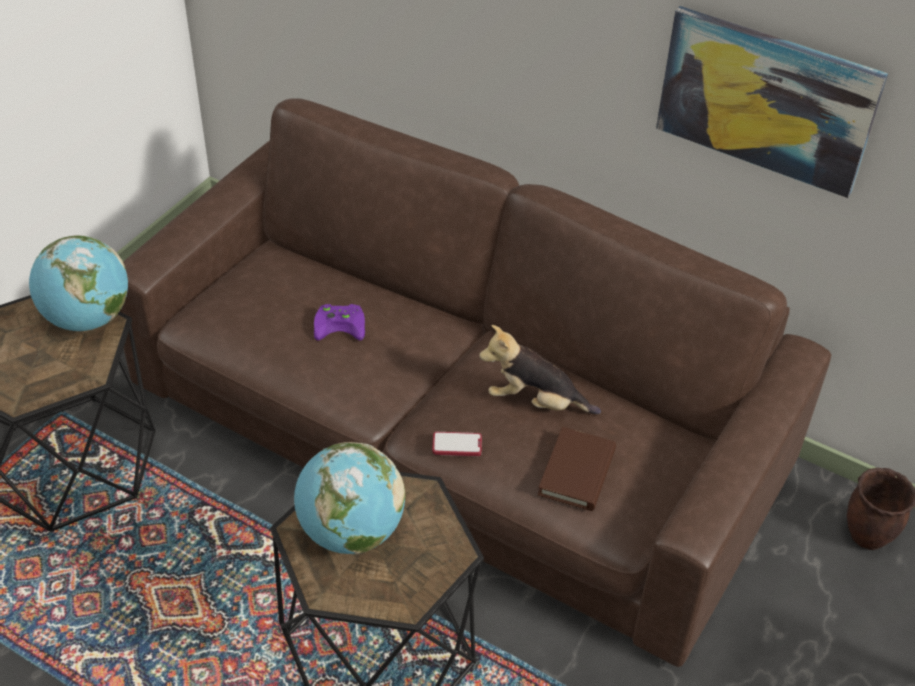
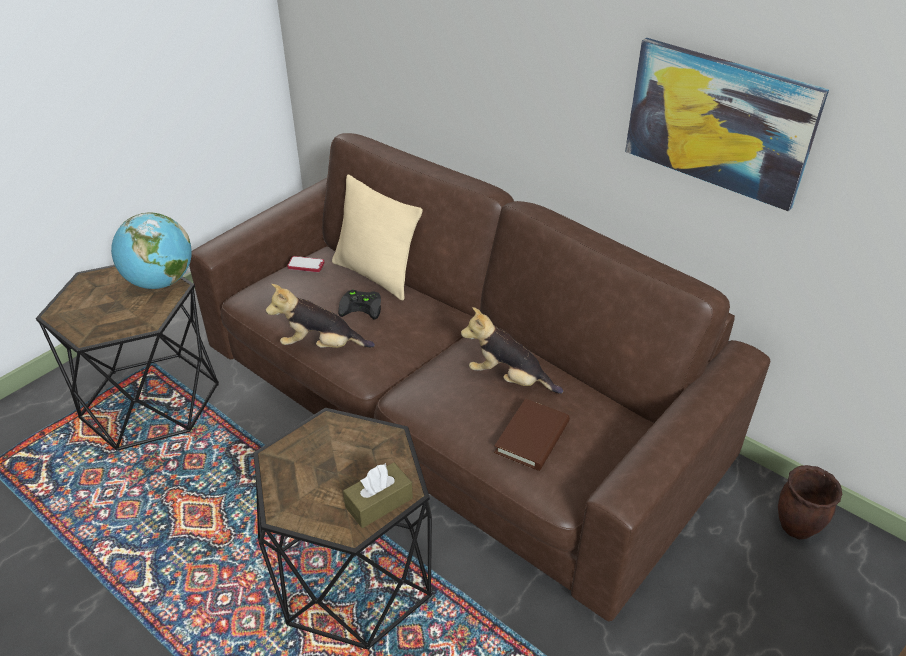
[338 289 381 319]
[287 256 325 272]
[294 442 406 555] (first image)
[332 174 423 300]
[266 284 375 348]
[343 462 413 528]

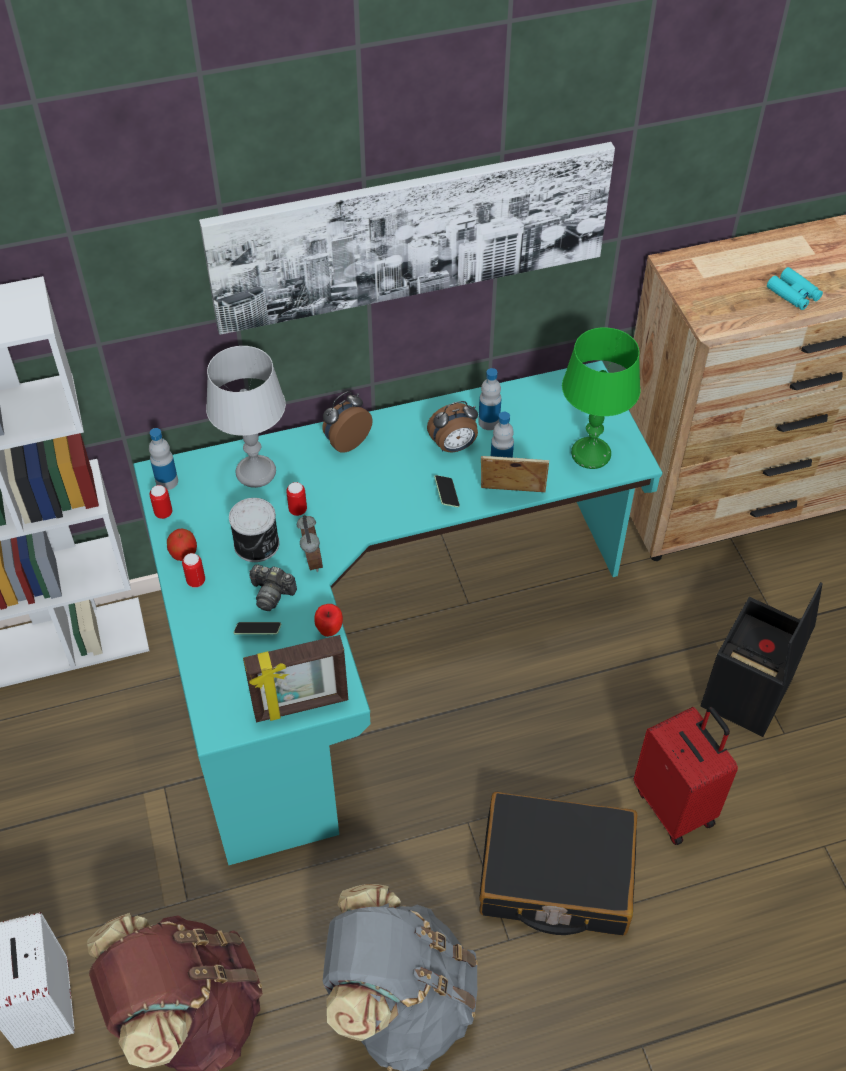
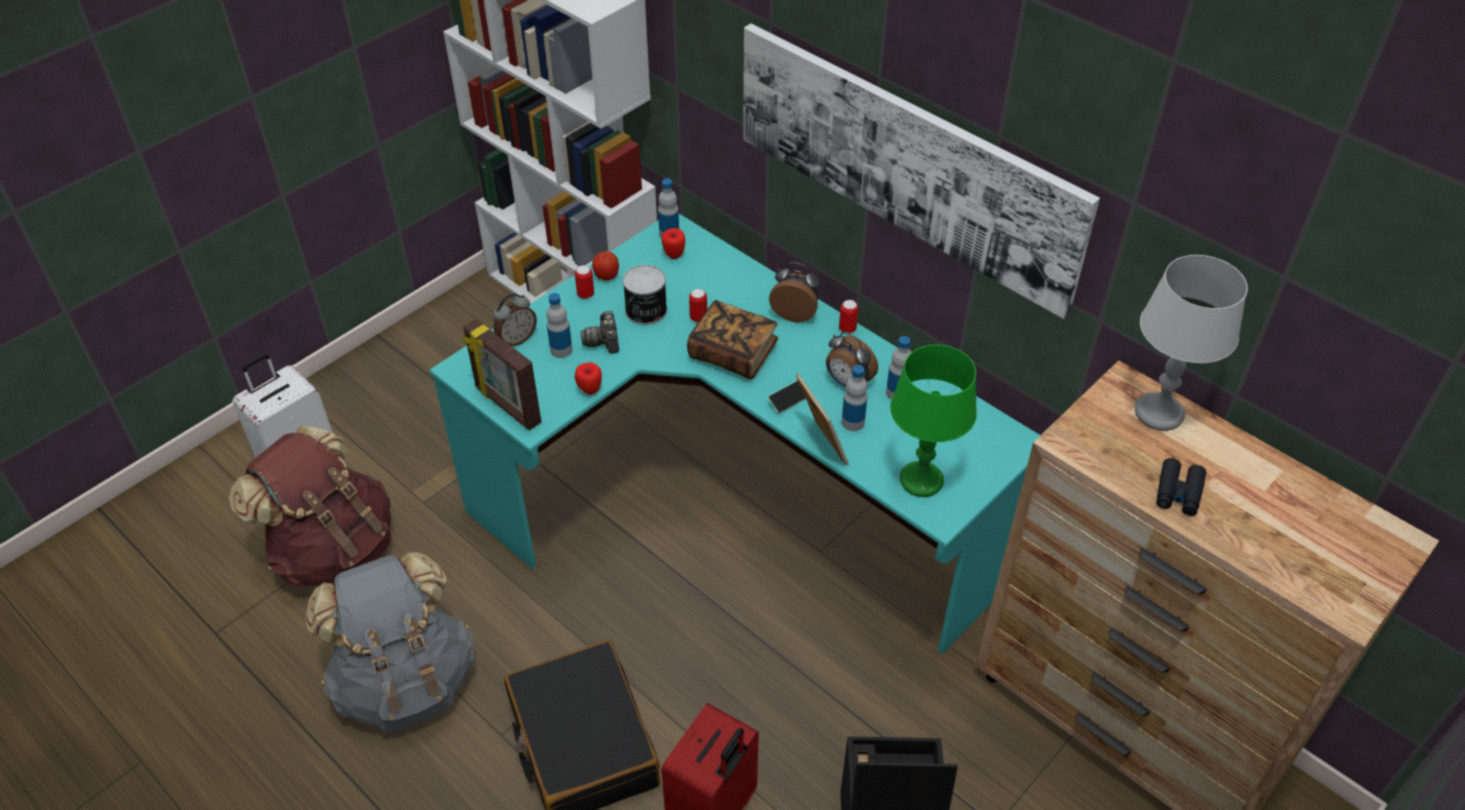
[1156 458 1206 516]
[1135 255 1248 431]
[839 300 859 333]
[493 293 537 346]
[546 293 572 358]
[662 228 685 259]
[687 300 778 380]

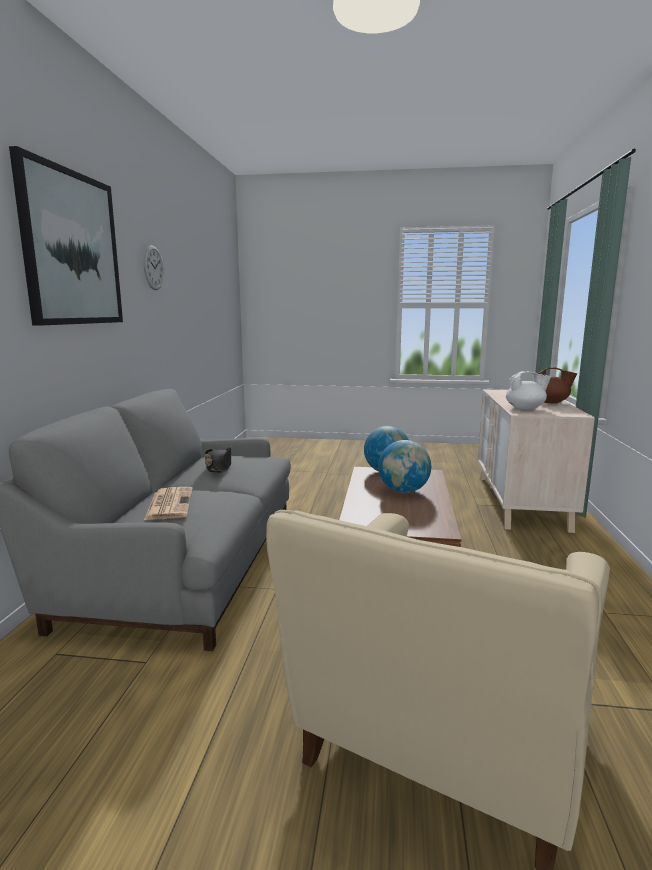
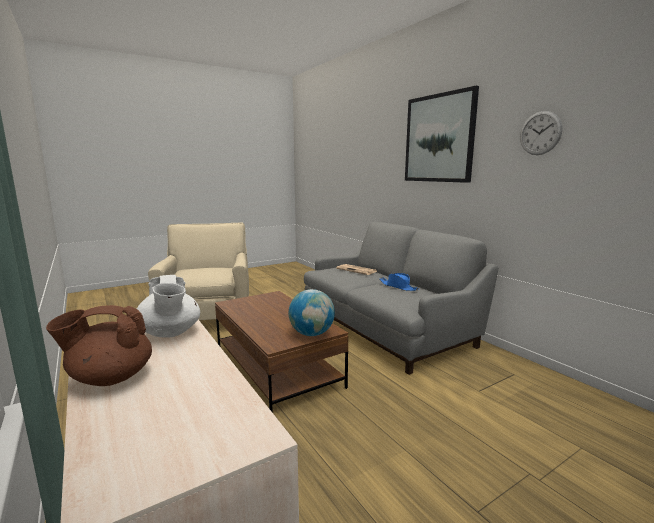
[137 275 200 338]
[378 440 431 493] (first image)
[380 273 419 291]

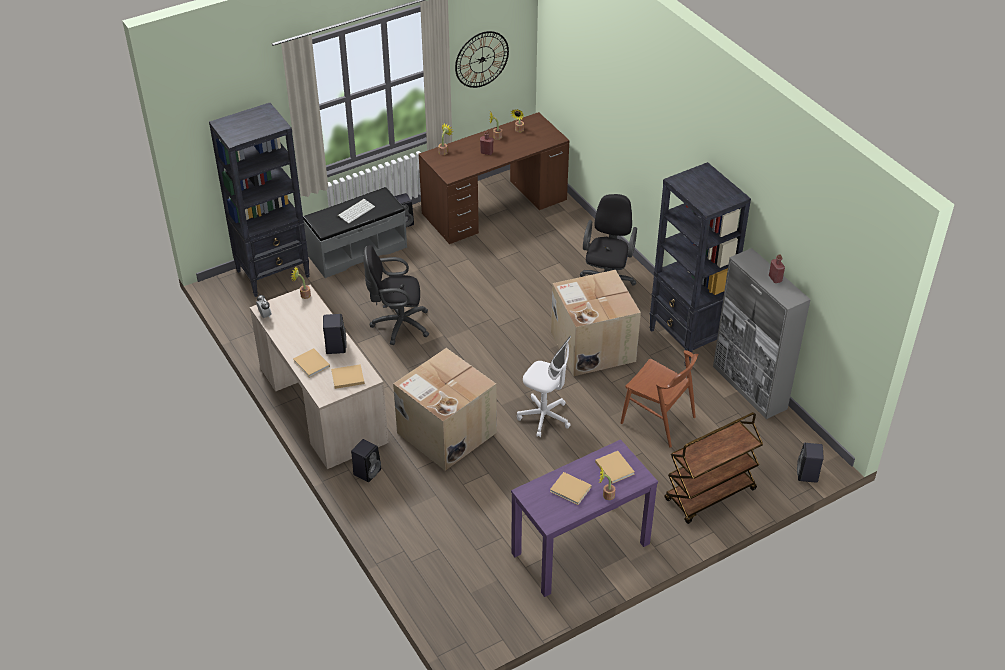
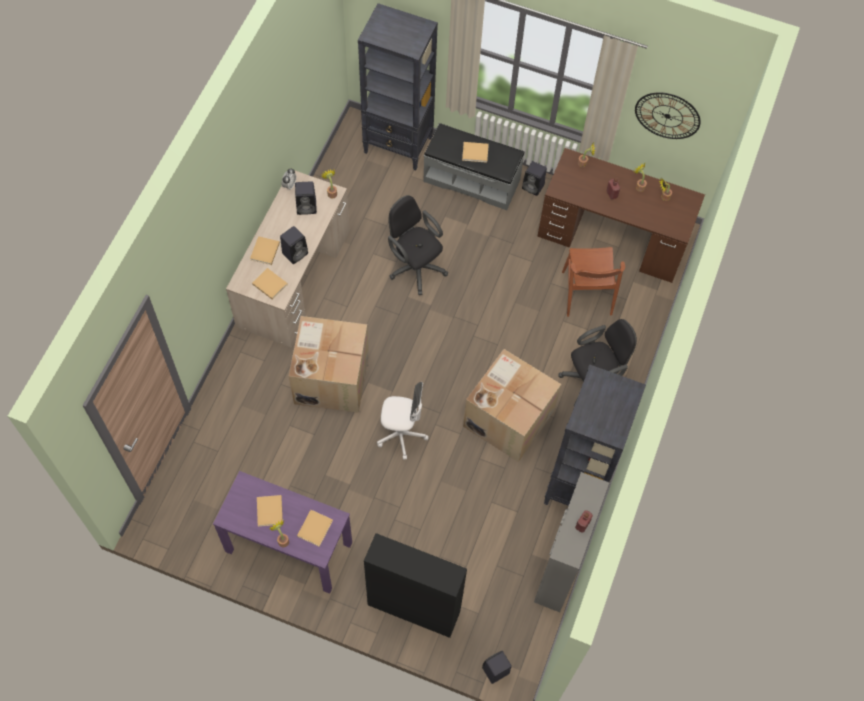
[462 142 489 163]
[377 382 429 460]
[562 247 625 317]
[364 533 467 638]
[295 181 317 215]

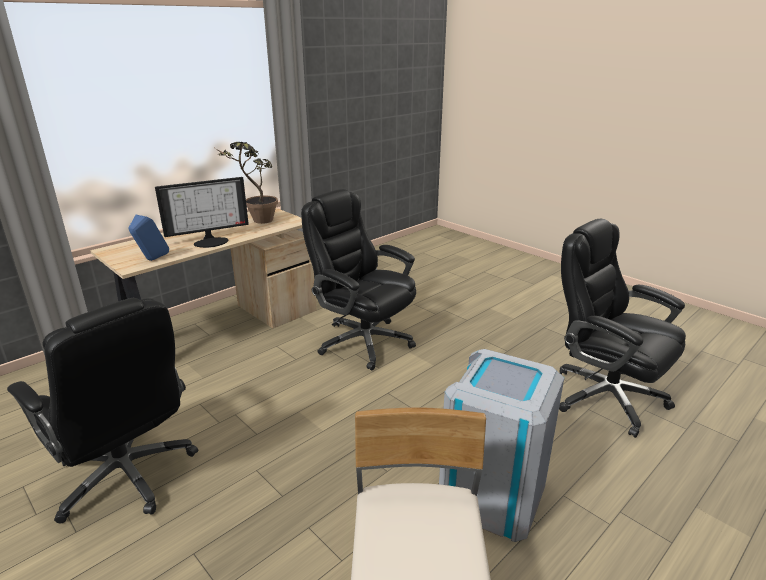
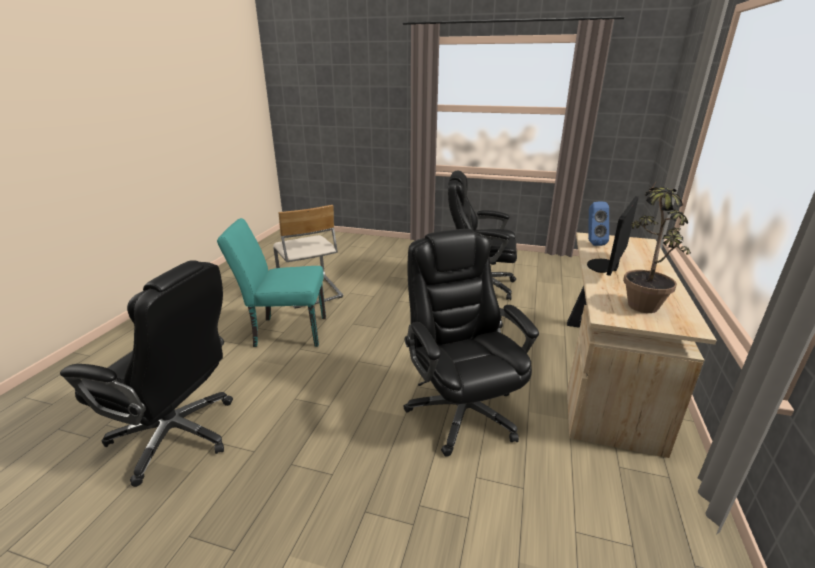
[404 229 539 456]
[217 218 326 347]

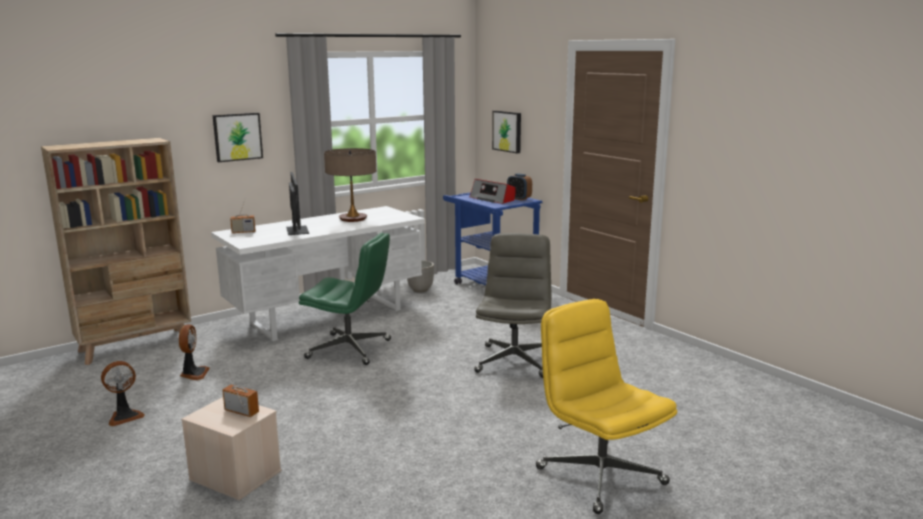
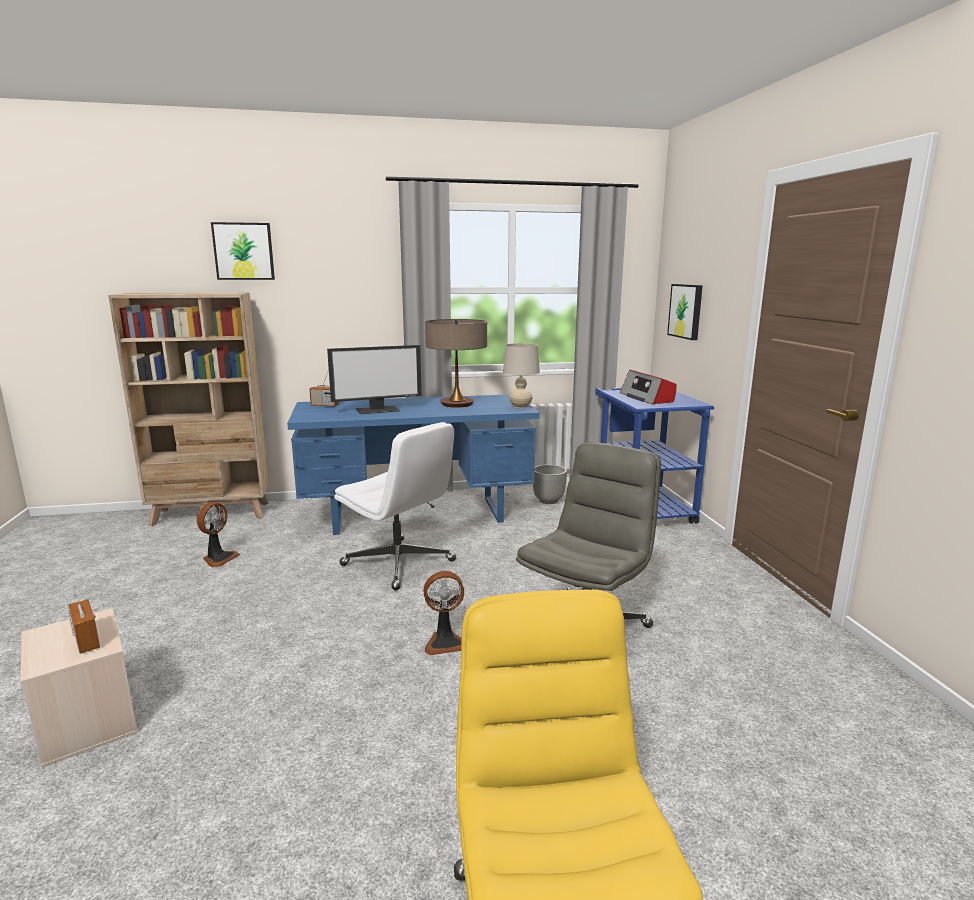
[211 222 275 280]
[327 345 422 414]
[507 173 532 200] (first image)
[287 394 540 535]
[334 422 456 590]
[423 571 464 655]
[503 343 540 408]

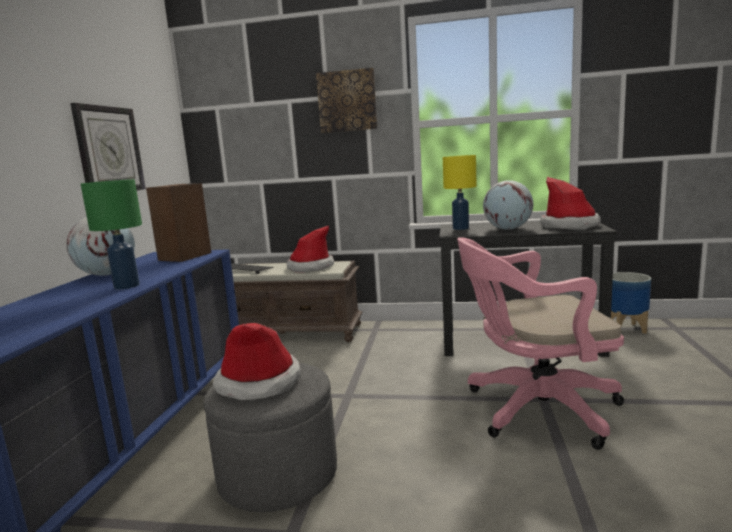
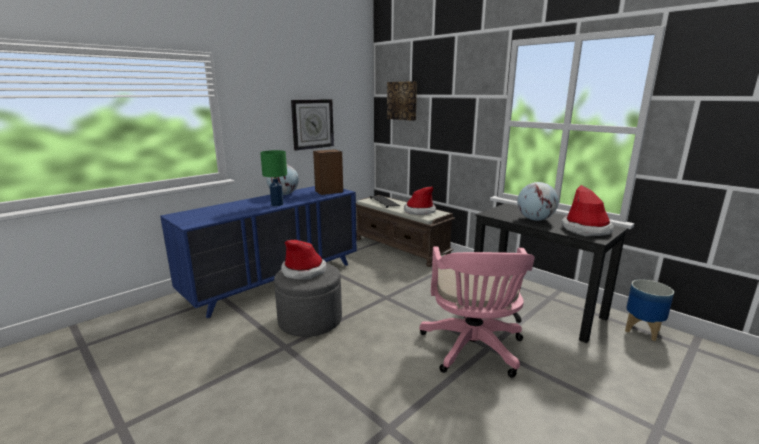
[387 81 417 121]
[443 155 477 230] (first image)
[419 247 535 378]

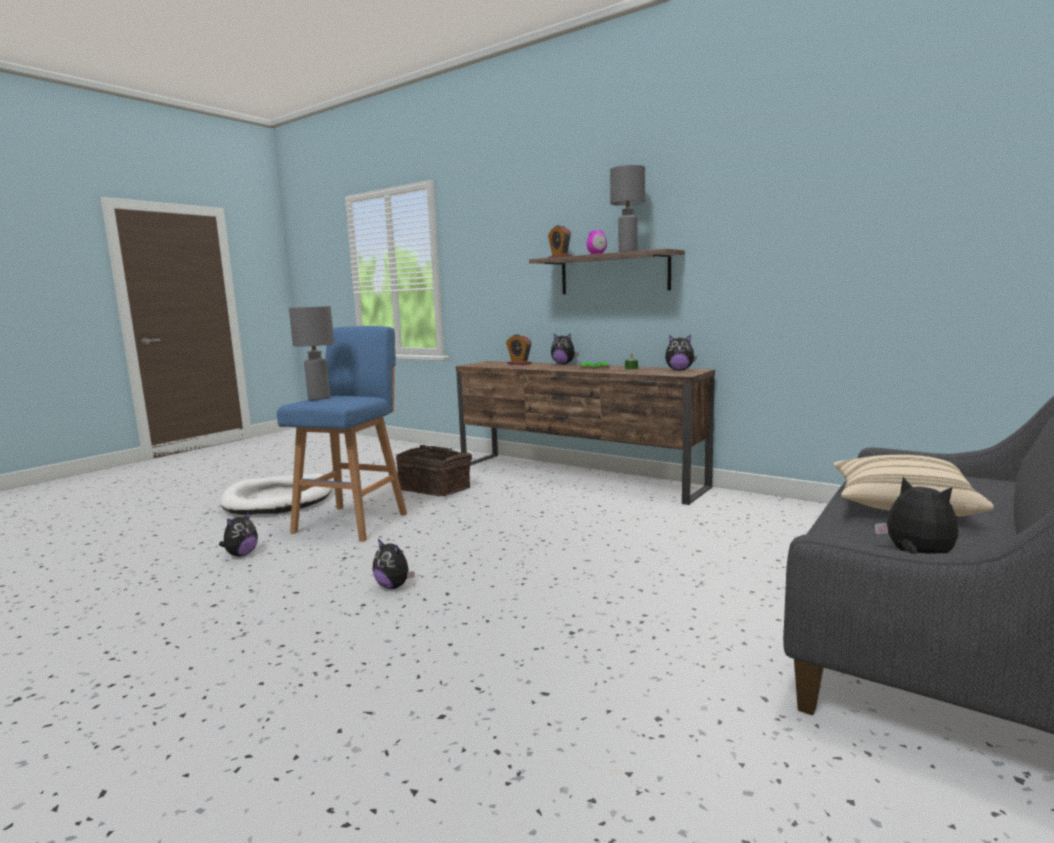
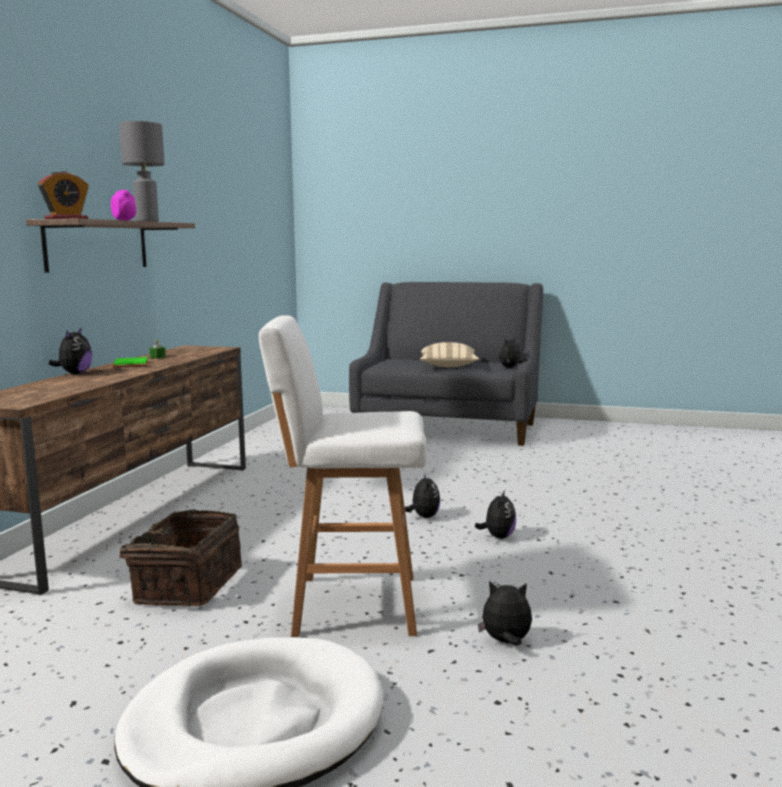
[289 306 334 400] (first image)
[259 315 427 637]
[506 334 532 365] (first image)
[405 472 440 518]

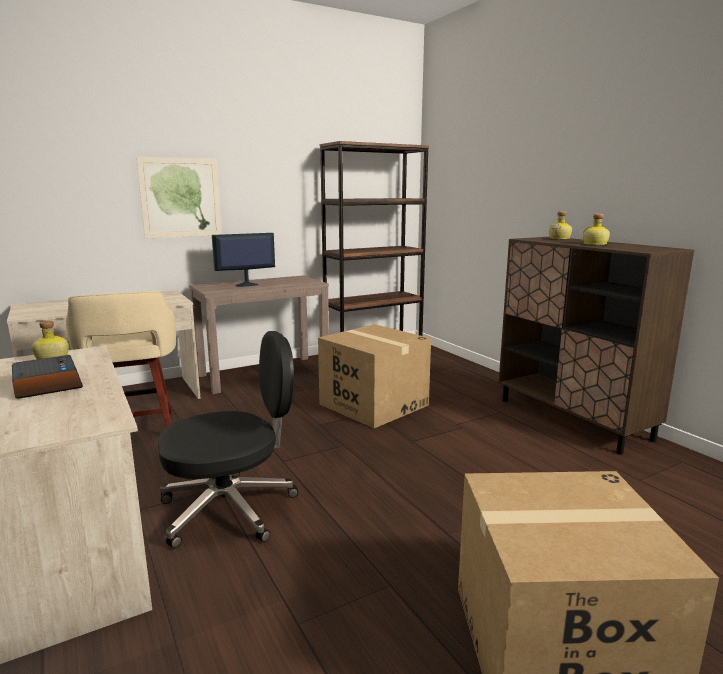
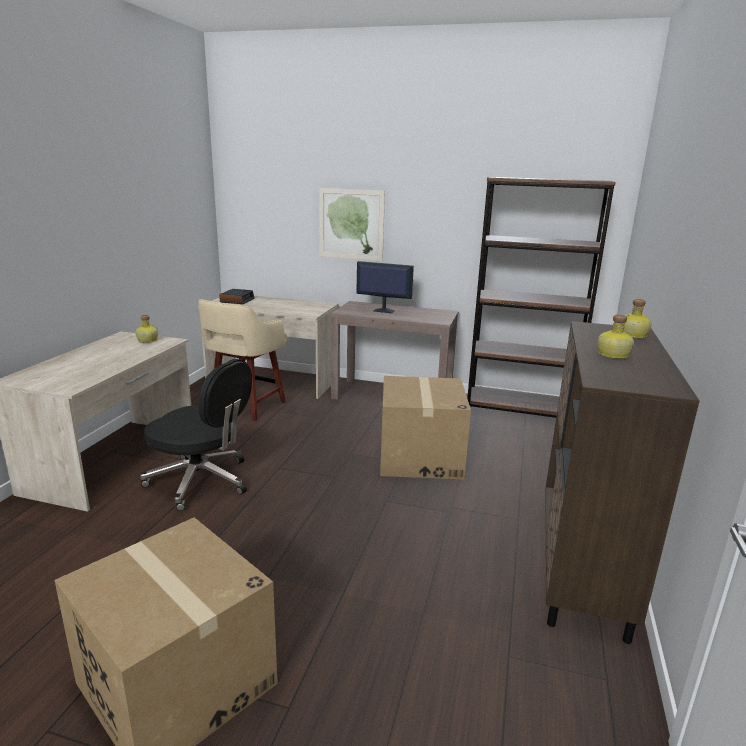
[219 289 255 304]

